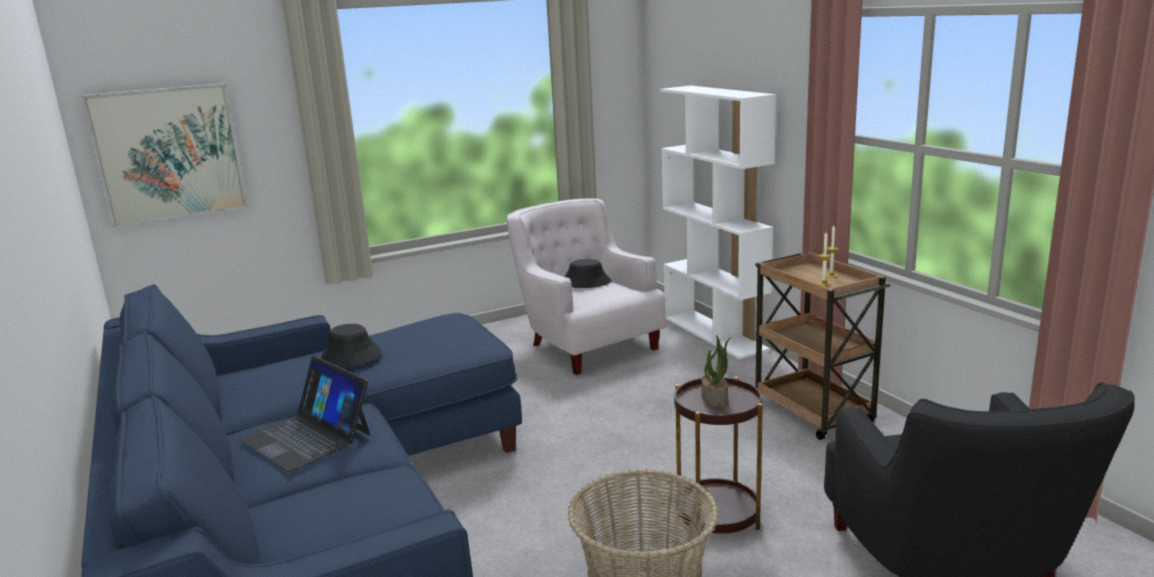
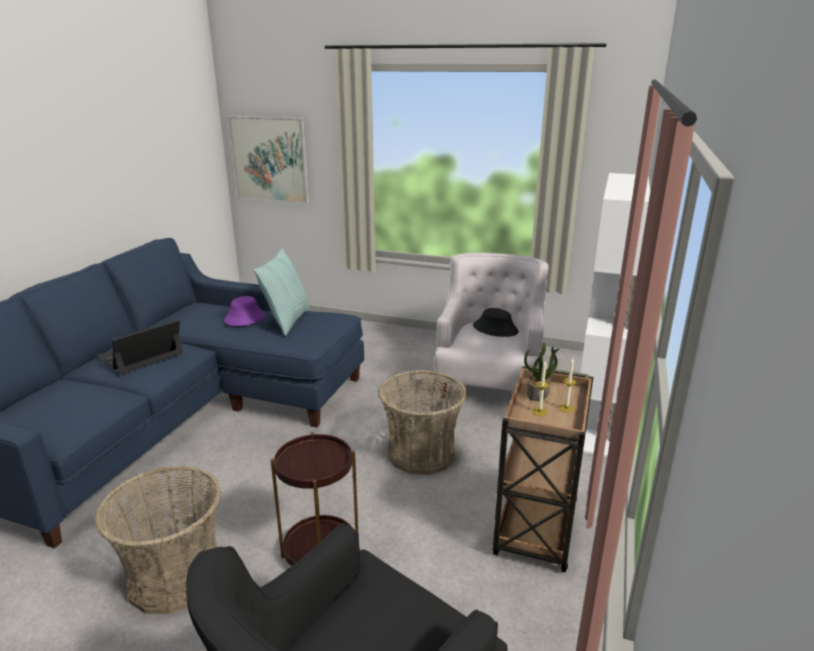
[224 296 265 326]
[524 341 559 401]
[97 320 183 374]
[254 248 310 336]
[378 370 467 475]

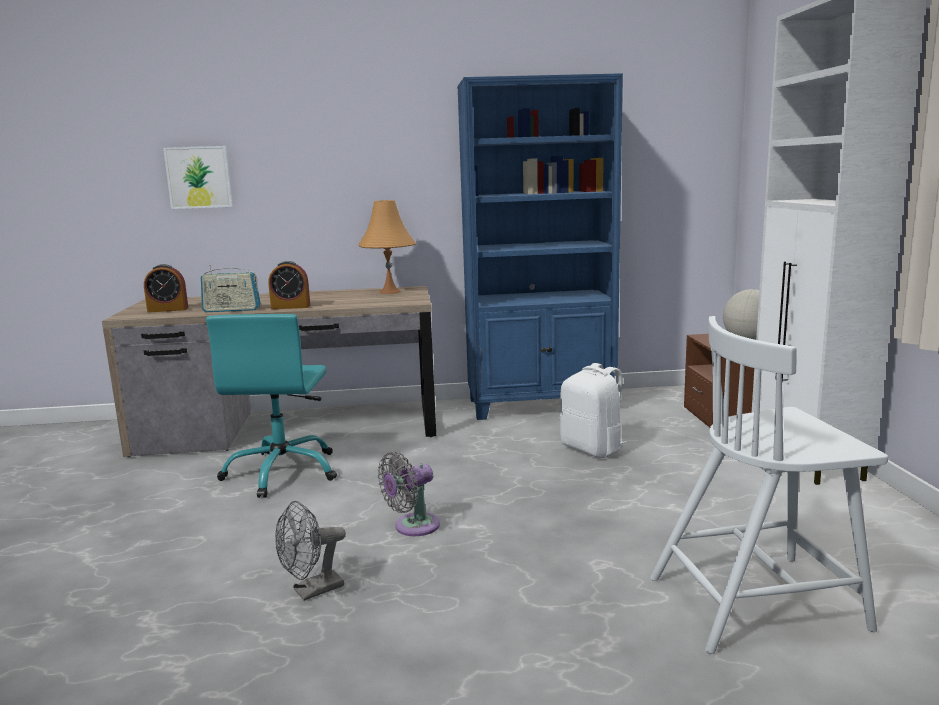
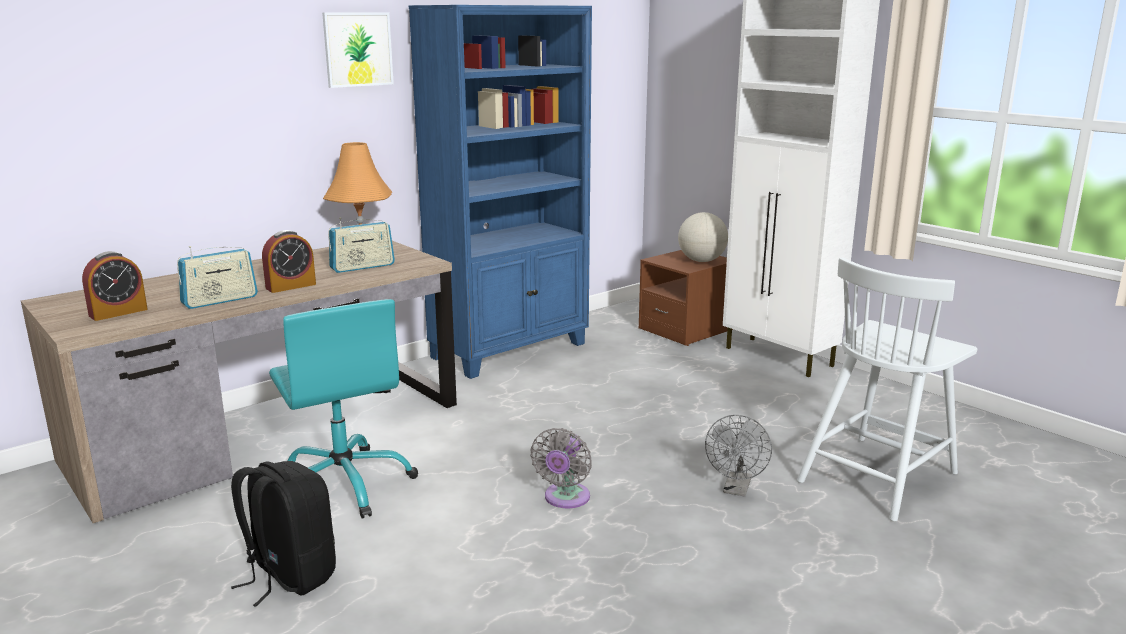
[322 13 394 88]
[560 363 627 458] (first image)
[705 415 772 497]
[328 217 395 273]
[231 461 336 607]

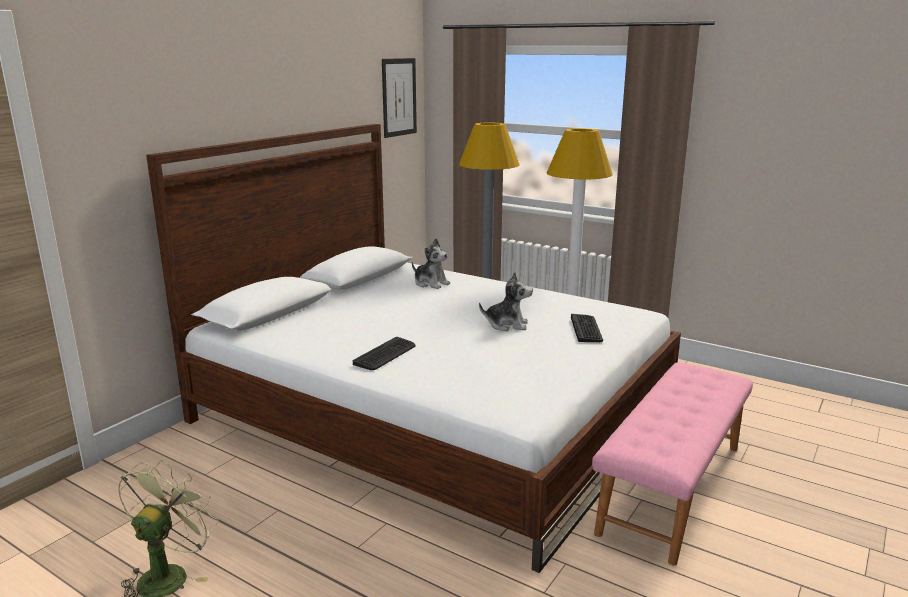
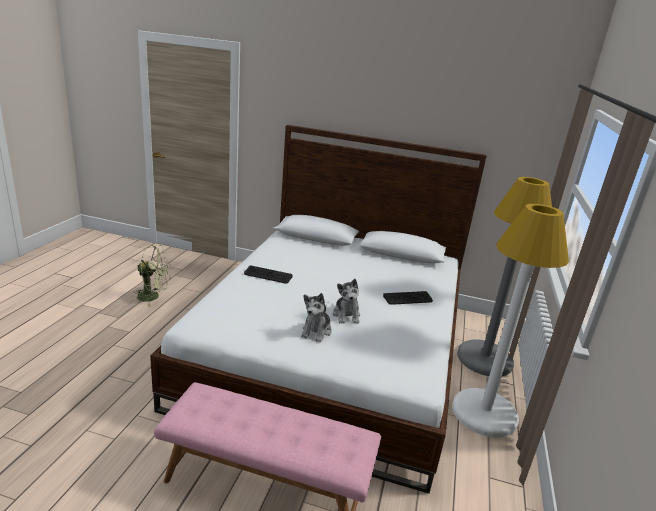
[382 58 417 138] (first image)
[301 293 332 342]
[383 291 433 305]

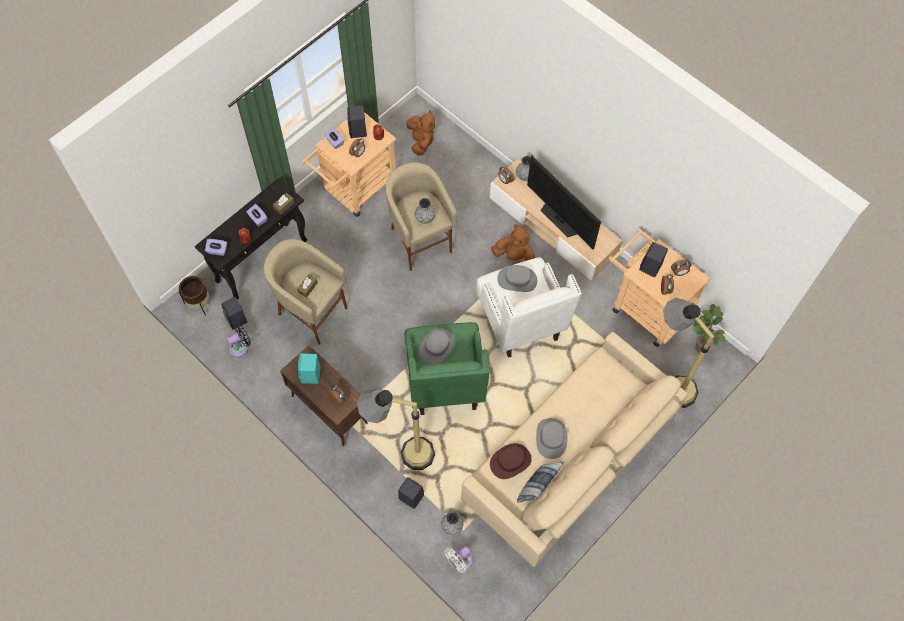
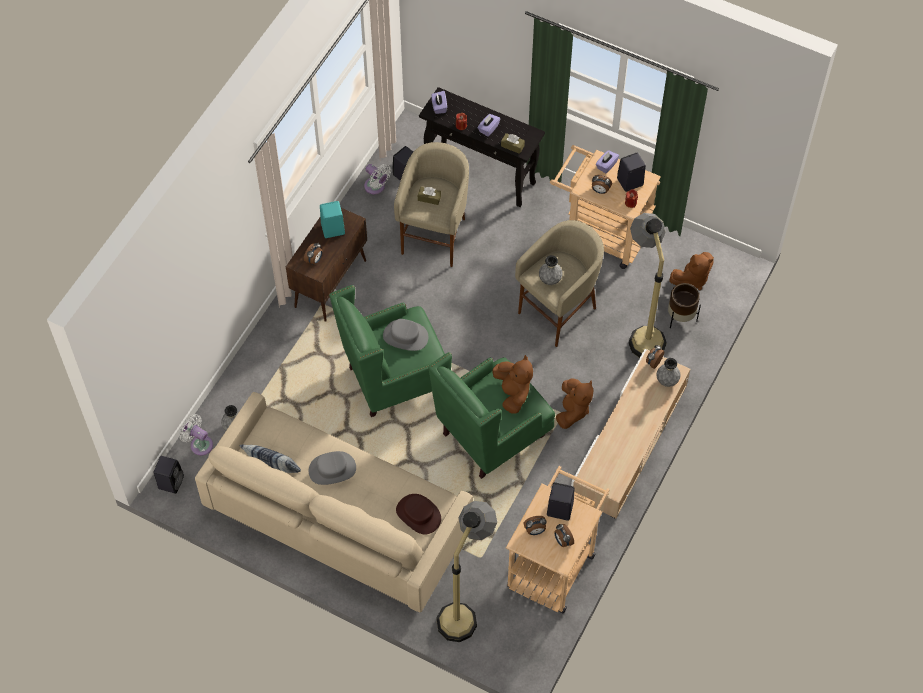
[527 155 601 250] (first image)
[428 352 555 479]
[492 355 533 414]
[668 283 701 329]
[693 304 726 353] (first image)
[364 164 391 194]
[629 213 667 358]
[396 494 441 535]
[154 456 184 494]

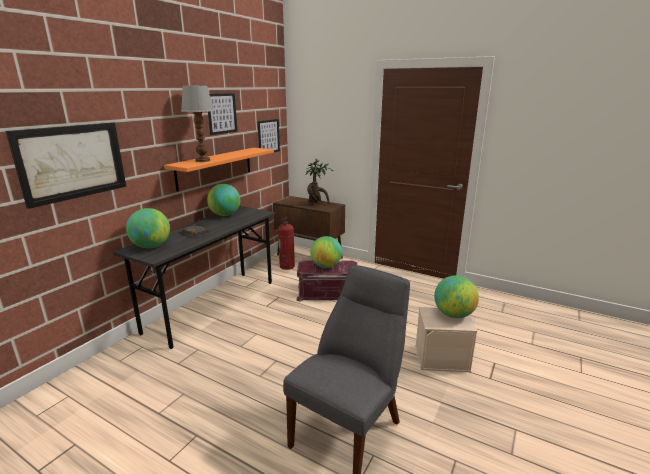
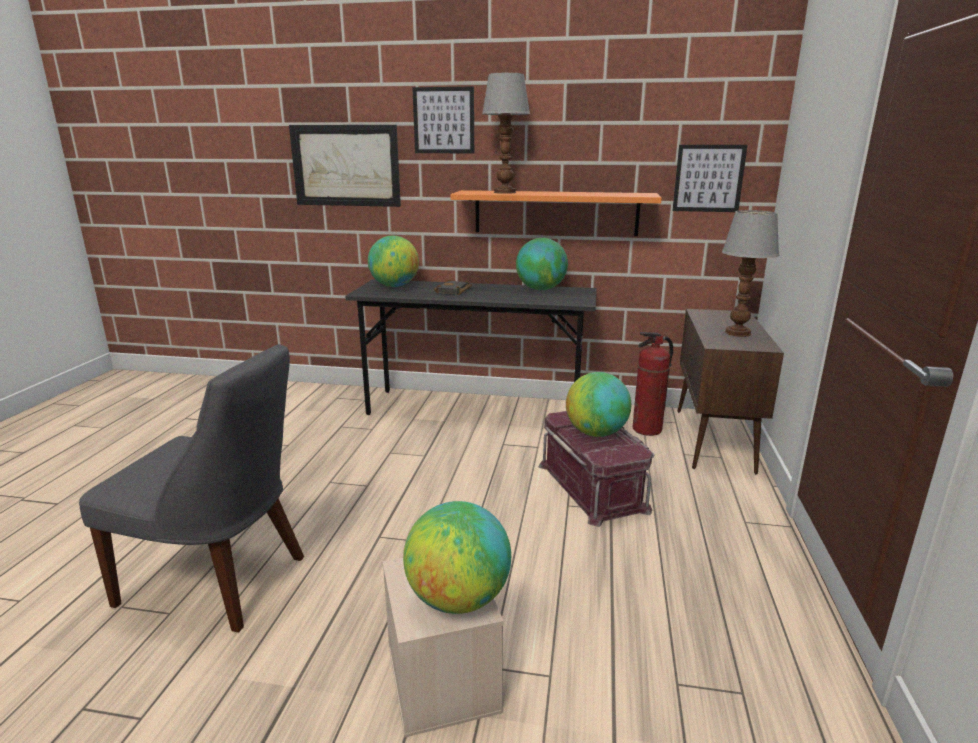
[412 87 474 153]
[722 210 779 337]

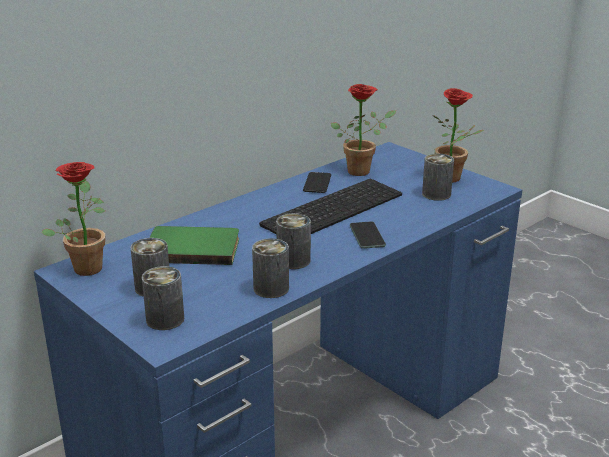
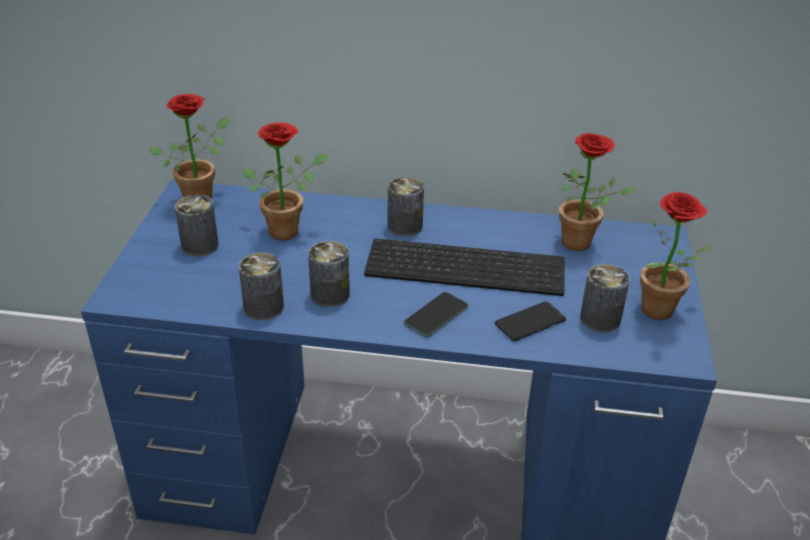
[495 302 566 341]
[243 122 328 240]
[388 177 424 236]

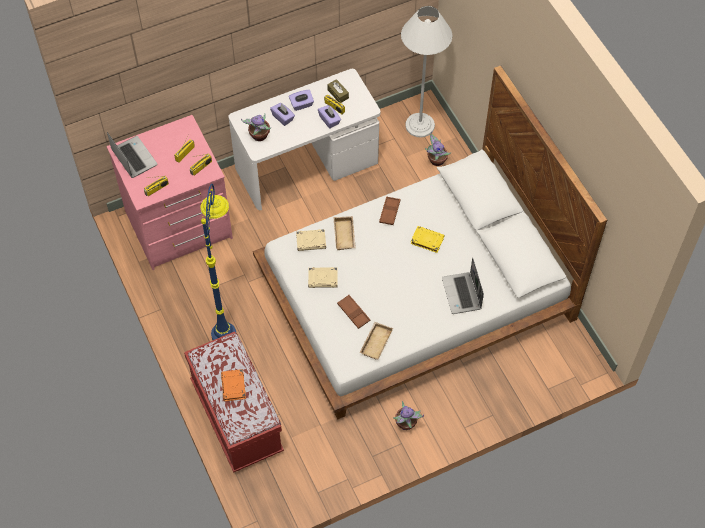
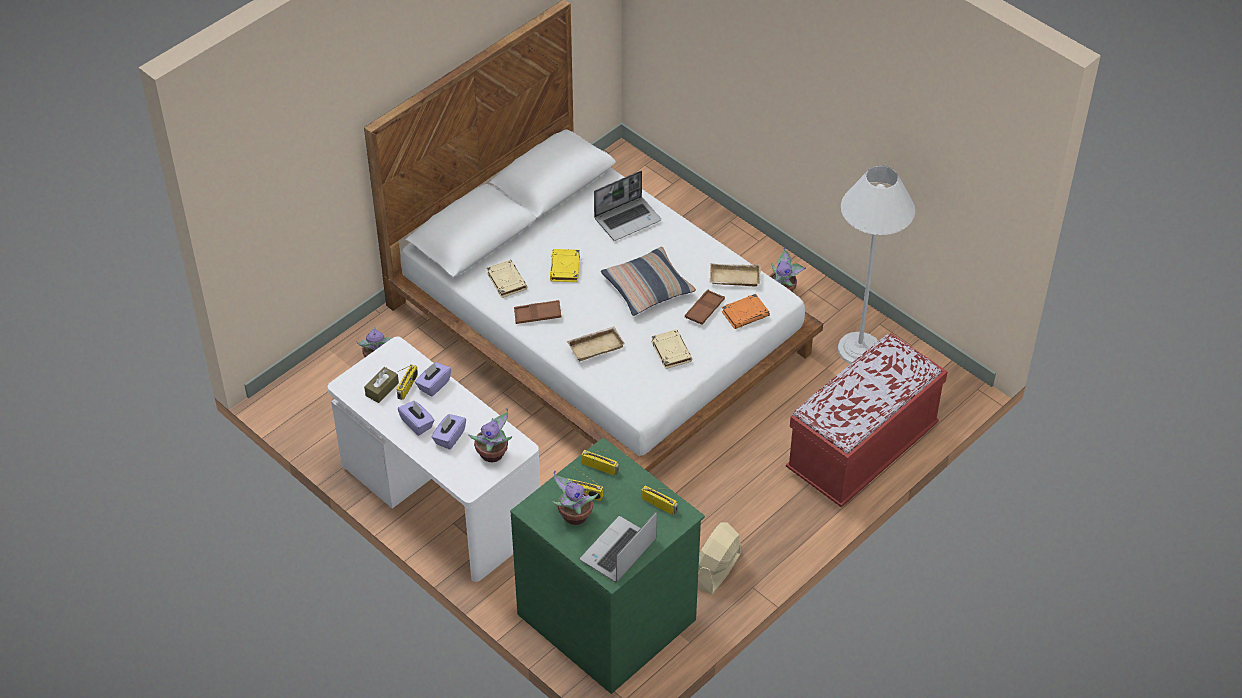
[838 165 915 364]
[510 437 705 694]
[201 184 236 340] (first image)
[486 260 527 298]
[721 294 770 329]
[601 247 696 316]
[553 470 598 525]
[698 522 742 595]

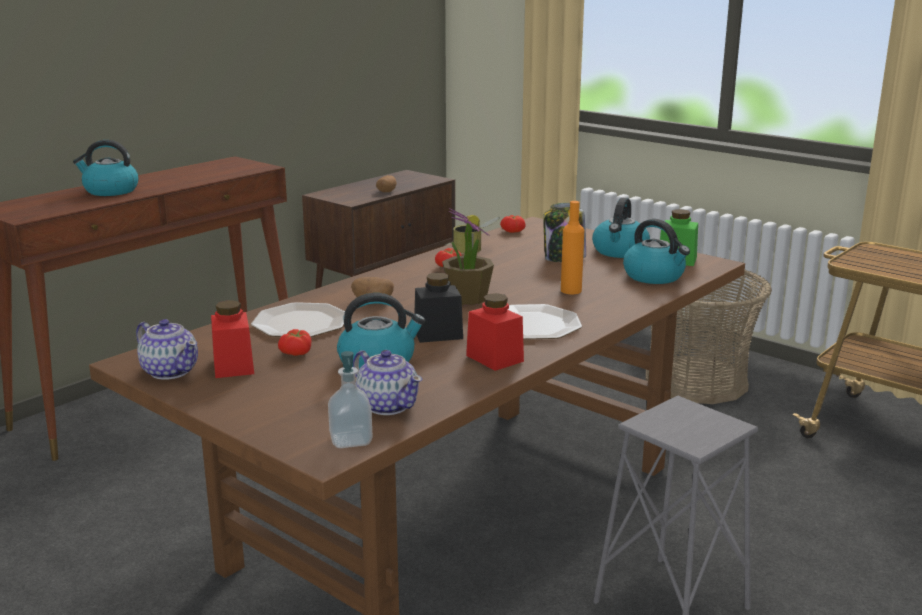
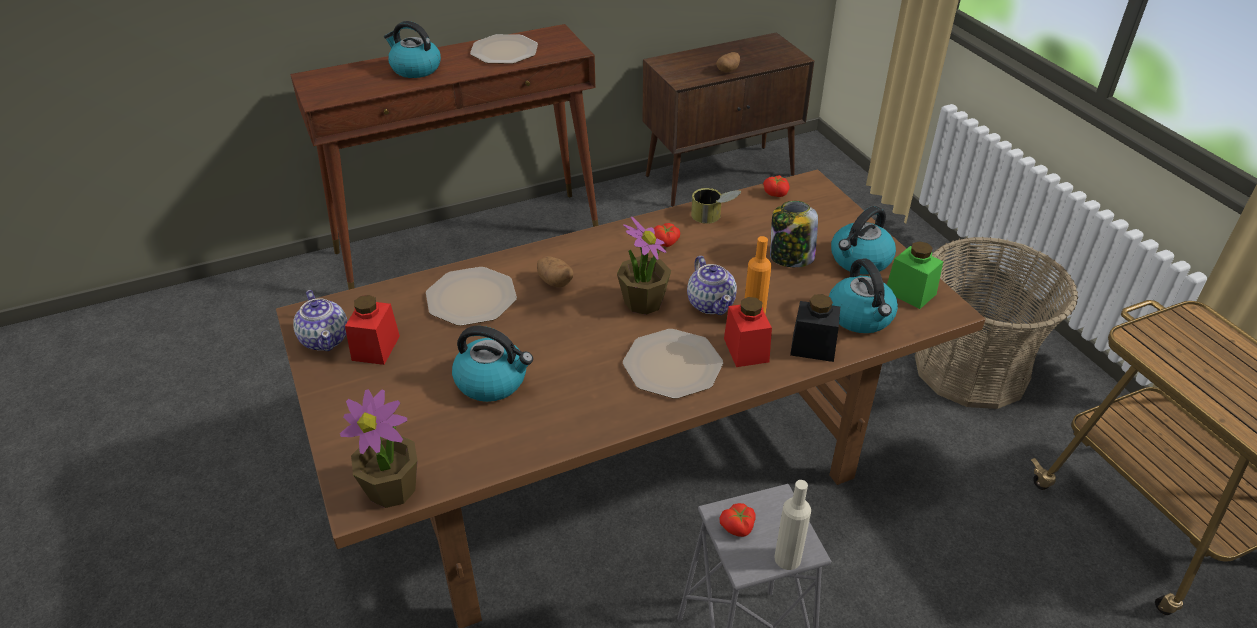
[790 294 840 362]
[724 297 772 367]
[720 503 756 537]
[687 256 737 315]
[340 389 418 508]
[470 34 538 64]
[774 480 811 570]

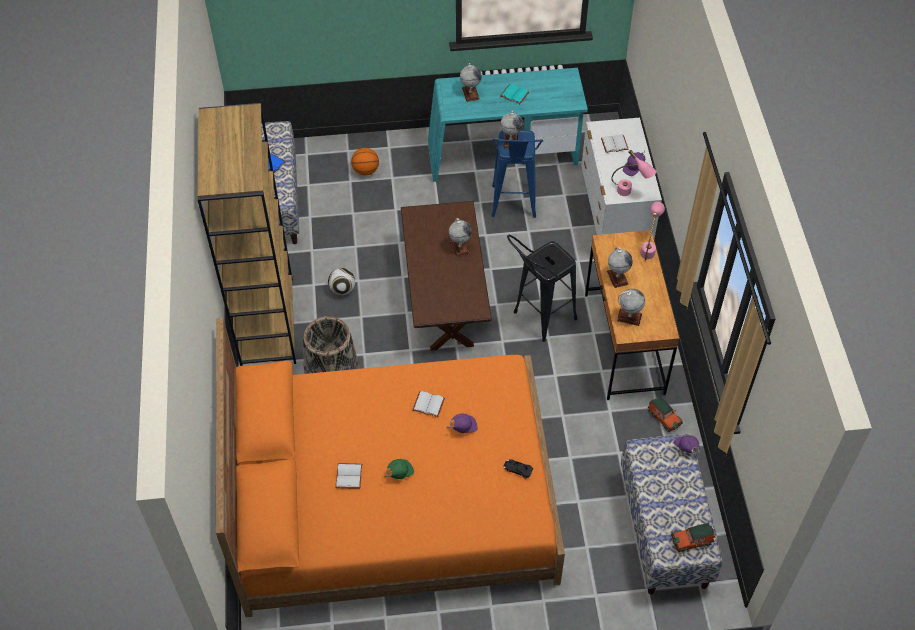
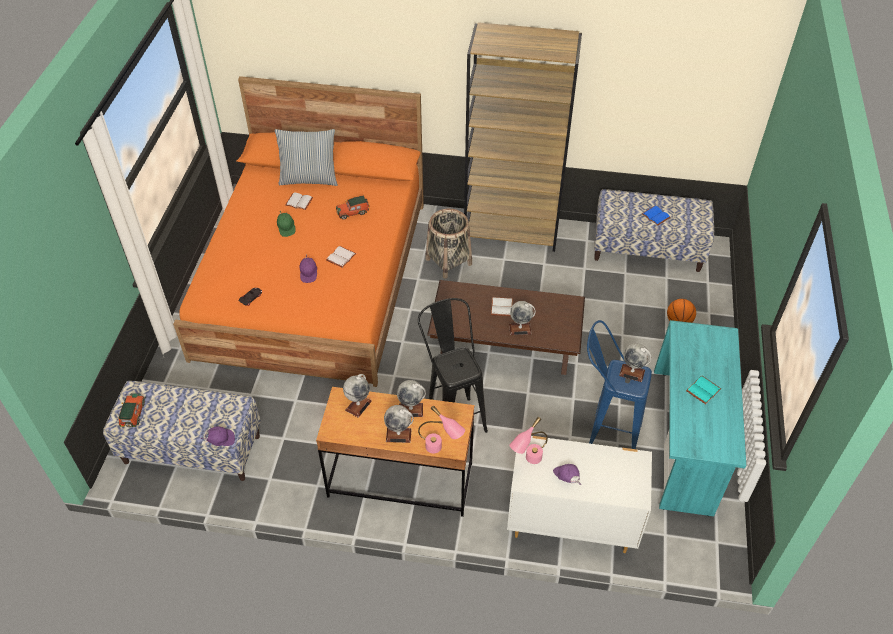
[384 405 414 443]
[491 297 513 316]
[328 268 355 295] (first image)
[336 195 370 220]
[275 129 338 186]

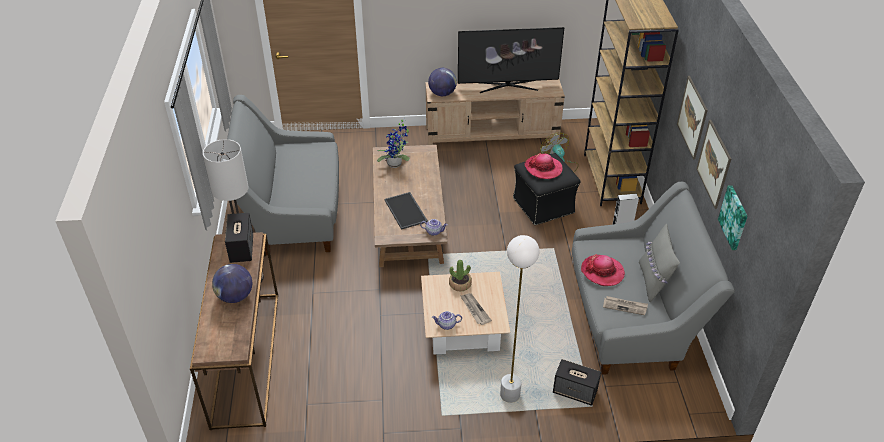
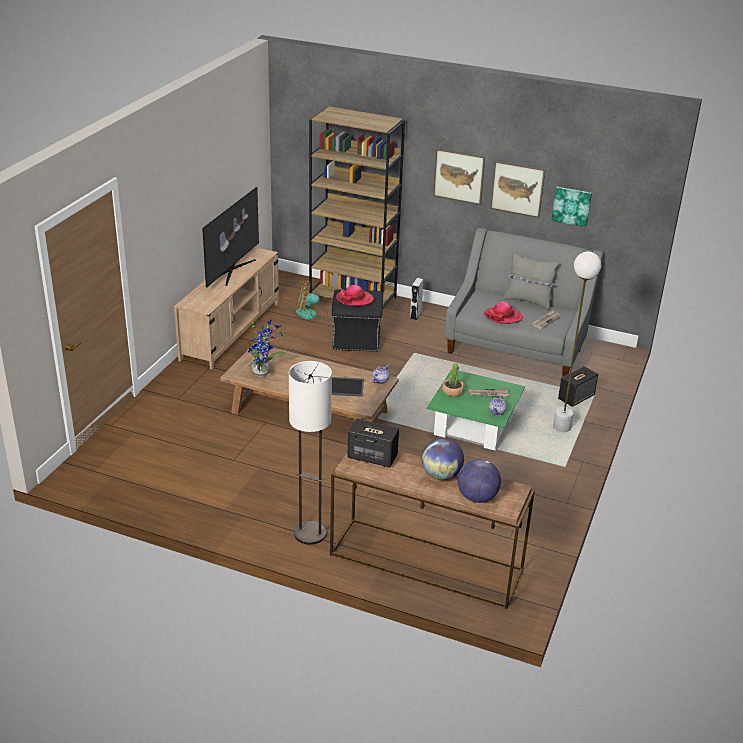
[458 459 501 503]
[227 95 339 255] (first image)
[426 369 525 451]

